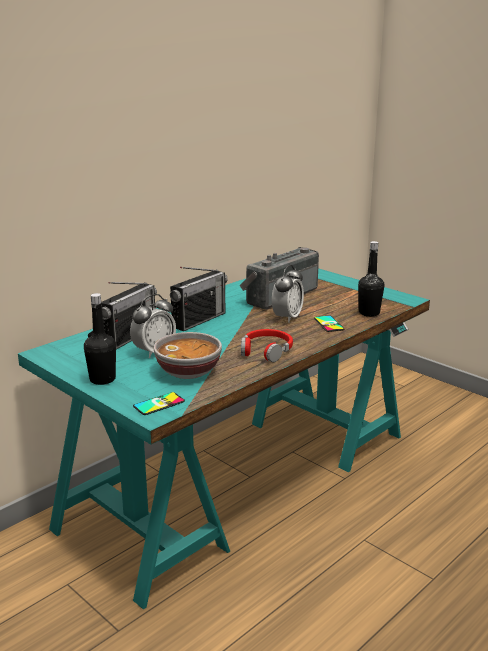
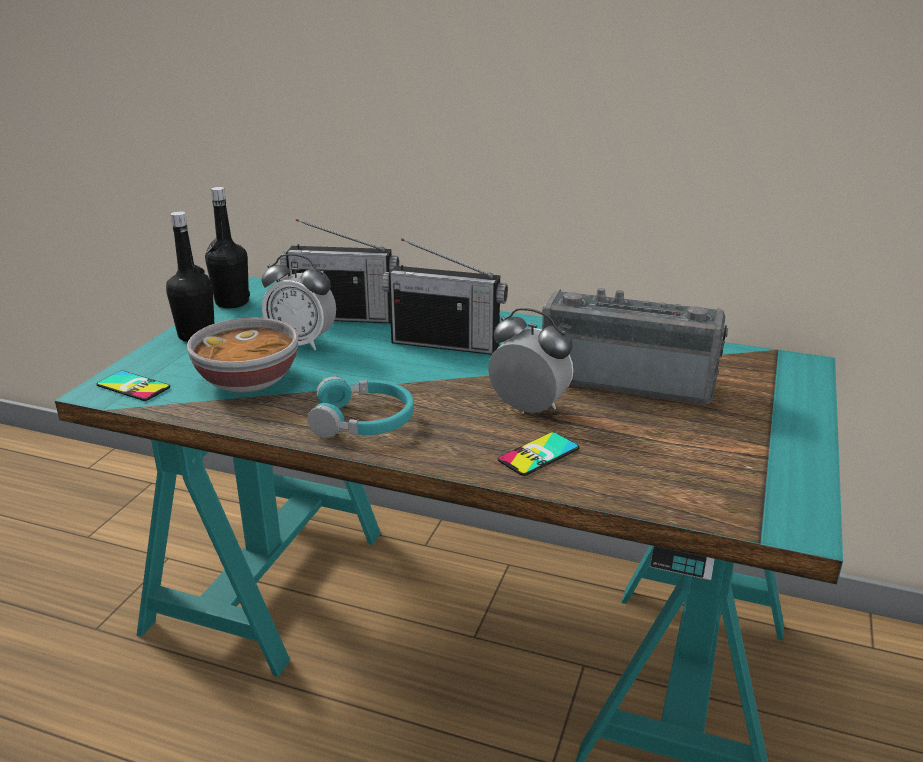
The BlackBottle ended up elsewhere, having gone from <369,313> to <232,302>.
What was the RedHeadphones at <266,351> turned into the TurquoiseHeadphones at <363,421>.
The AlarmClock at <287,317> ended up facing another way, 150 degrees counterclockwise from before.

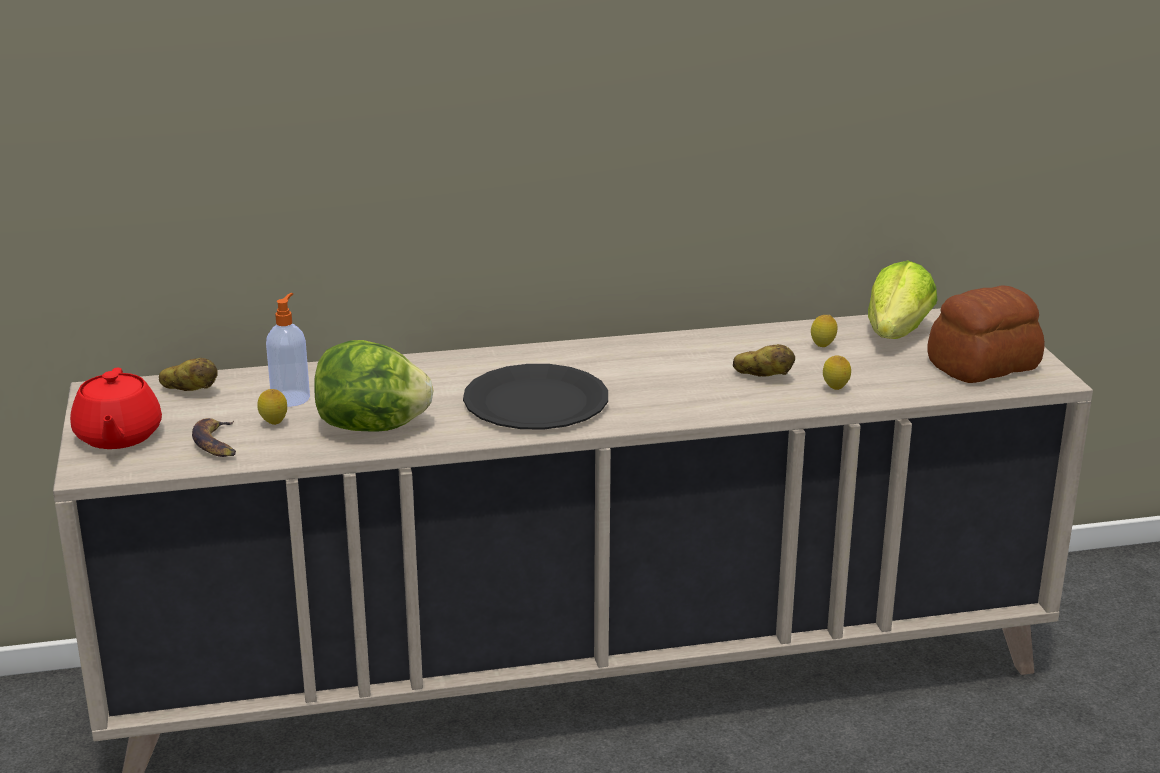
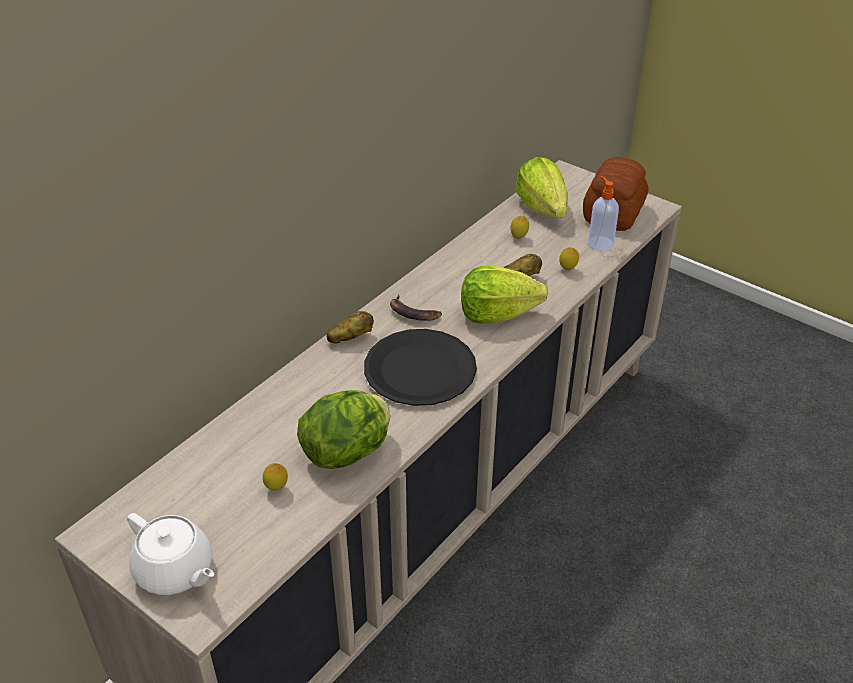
The second view gained the Lettuce at <497,314>.
The Potato ended up elsewhere, having gone from <190,391> to <350,338>.
The Banana ended up elsewhere, having gone from <217,443> to <414,313>.
The SoapDispenser ended up elsewhere, having gone from <291,398> to <600,243>.
What was the RedTeapot at <118,437> turned into the WhiteTeapot at <175,571>.

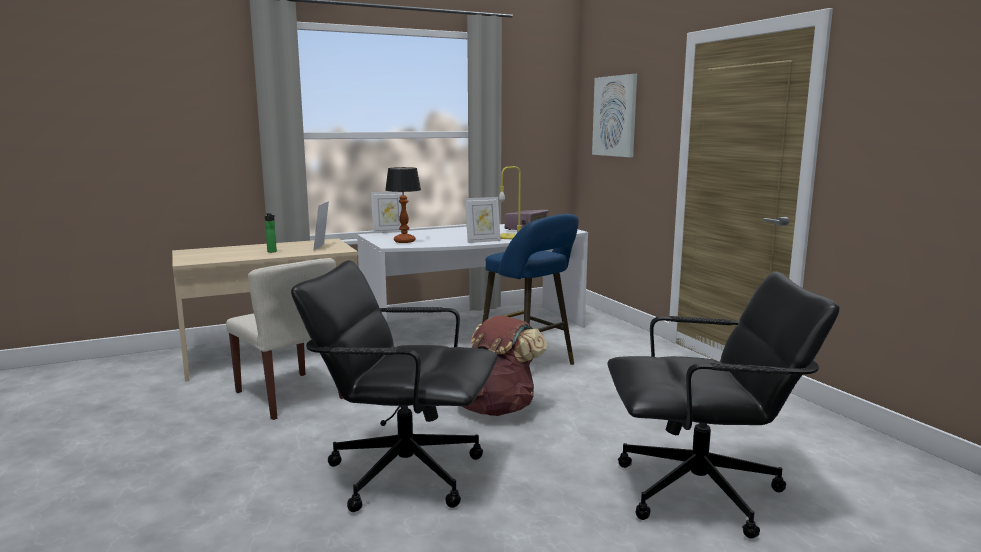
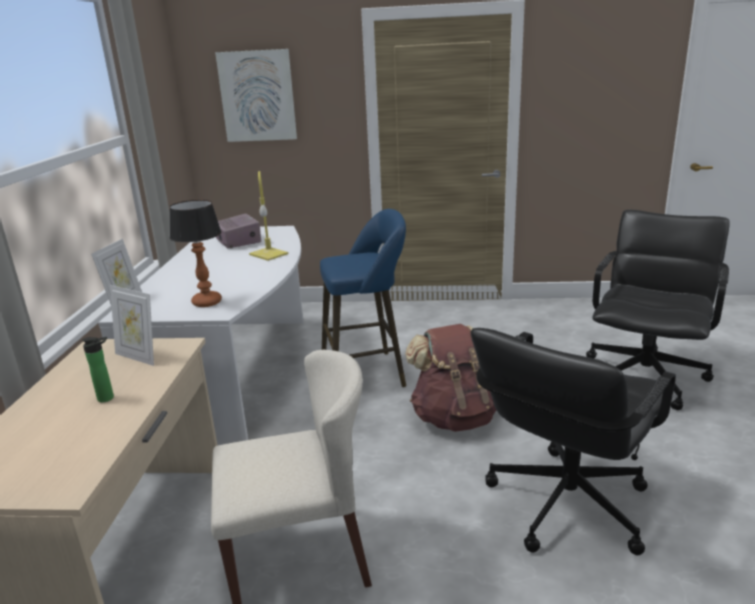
The second view lost the PictureFrame at <483,241>.

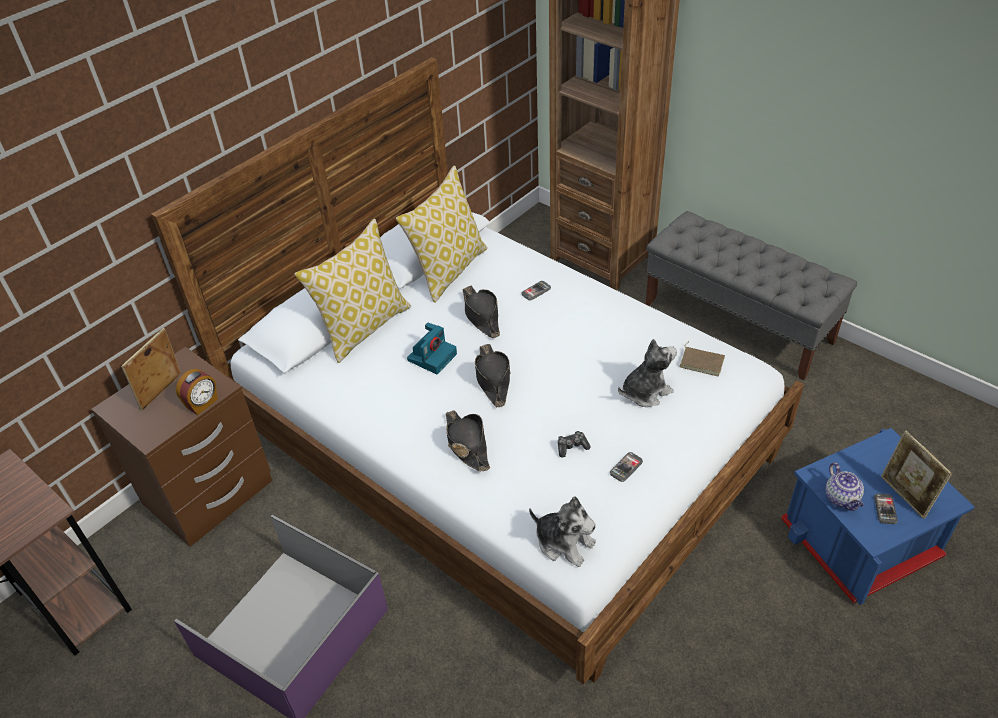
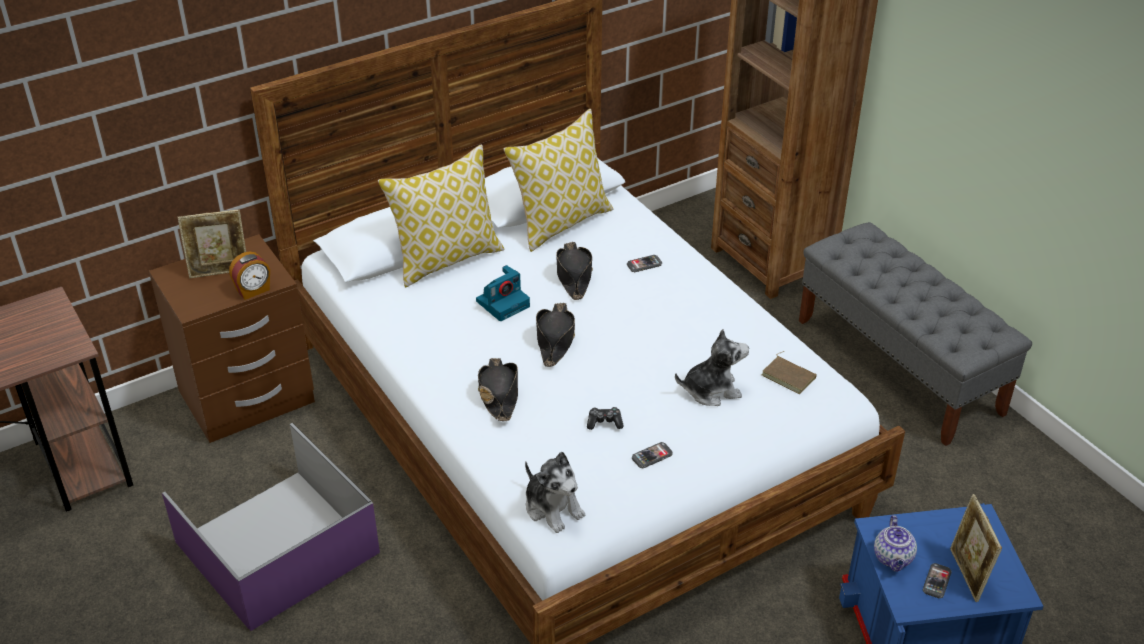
The PictureFrame at <162,393> ended up facing another way, 150 degrees counterclockwise from before.

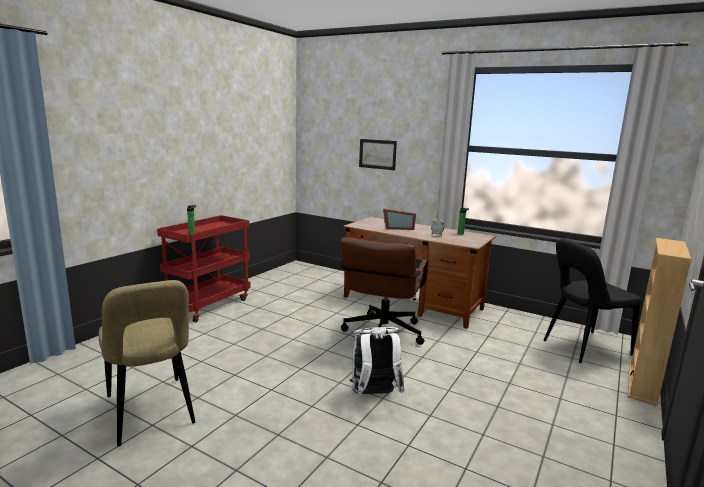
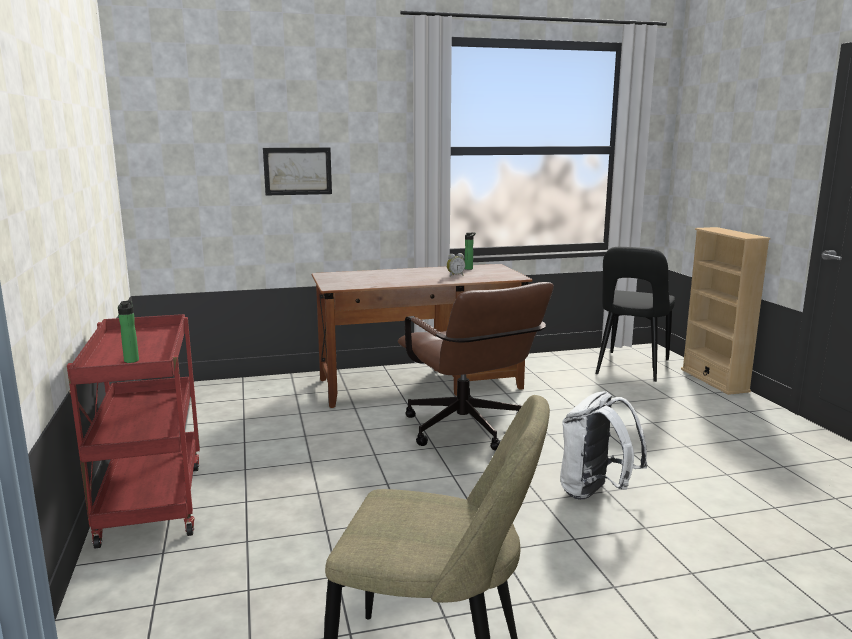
The second view lost the PictureFrame at <398,228>.

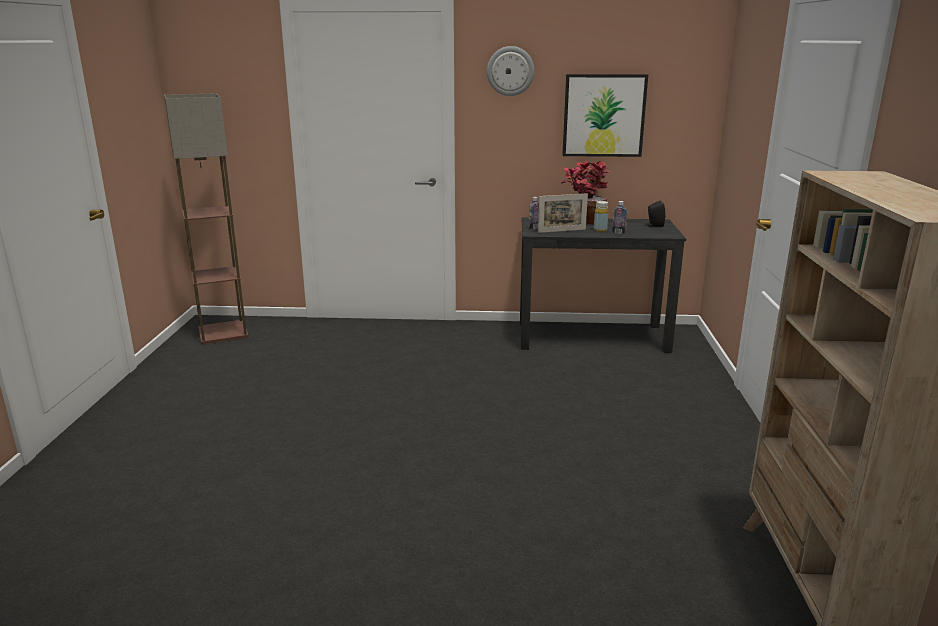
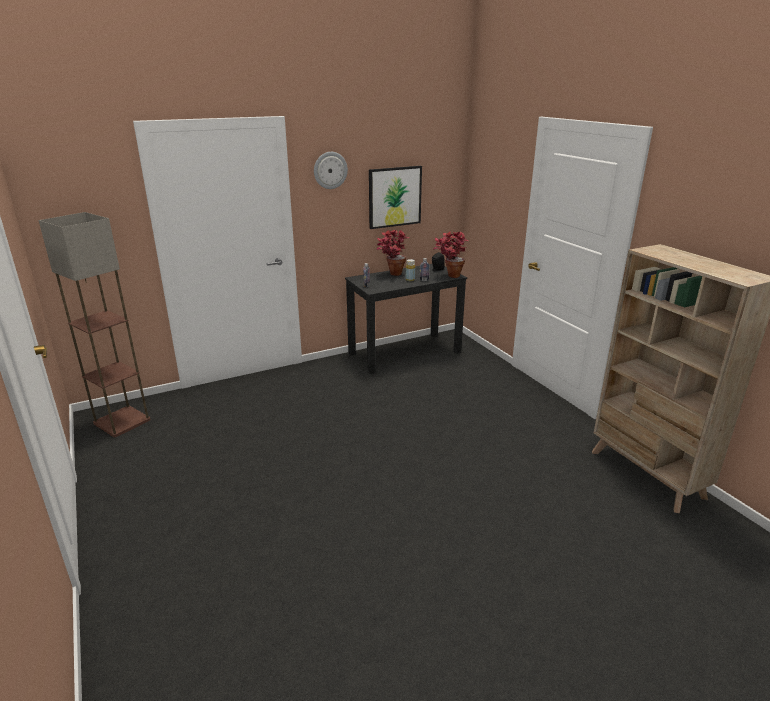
The second view lost the PictureFrame at <562,231>.
The second view gained the PottedPlant at <449,276>.

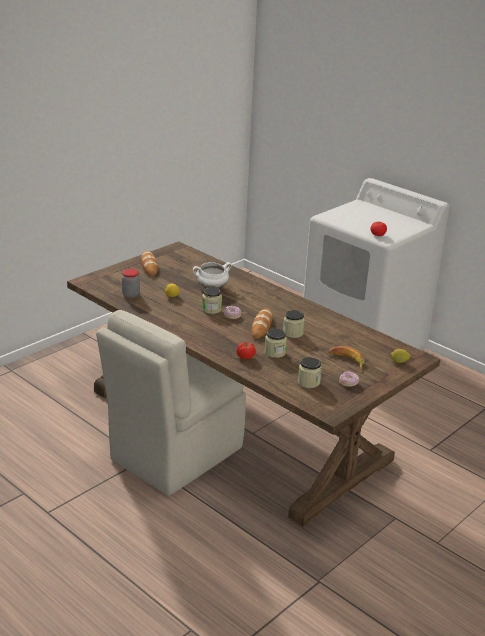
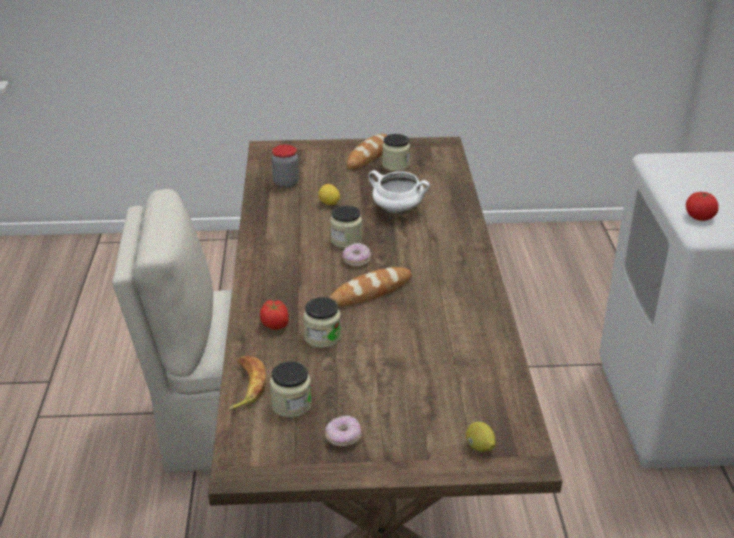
The Jar ended up elsewhere, having gone from <293,333> to <395,165>.
The Banana ended up elsewhere, having gone from <347,360> to <245,386>.

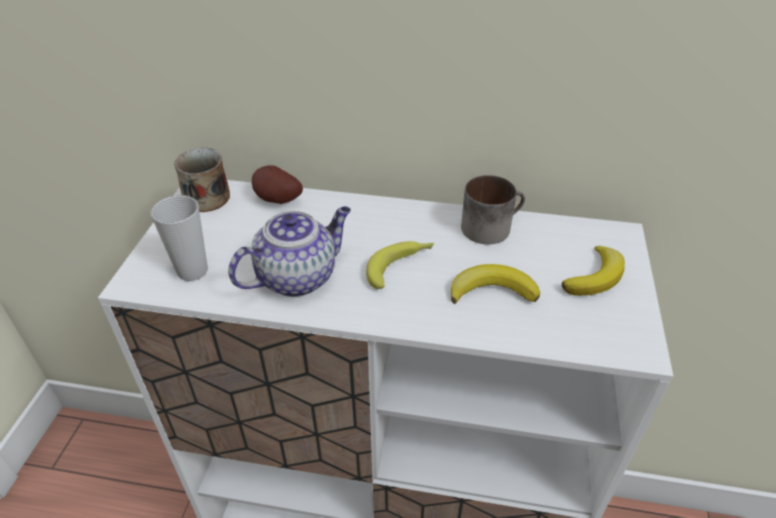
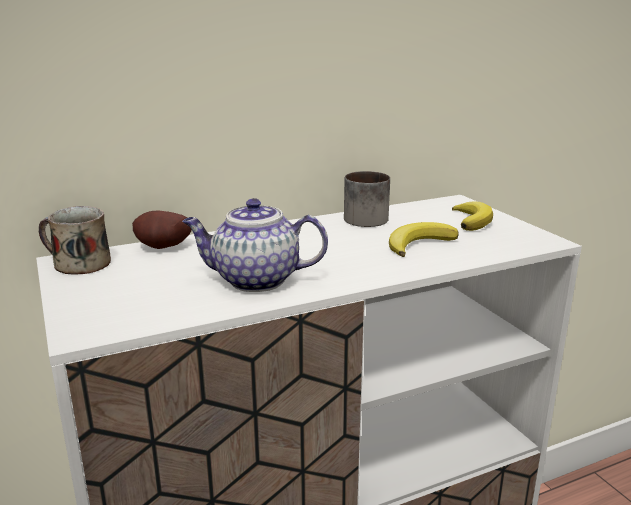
The second view lost the Cup at <192,271>.
The second view lost the Banana at <400,267>.
The Teapot at <298,276> ended up facing another way, 105 degrees counterclockwise from before.

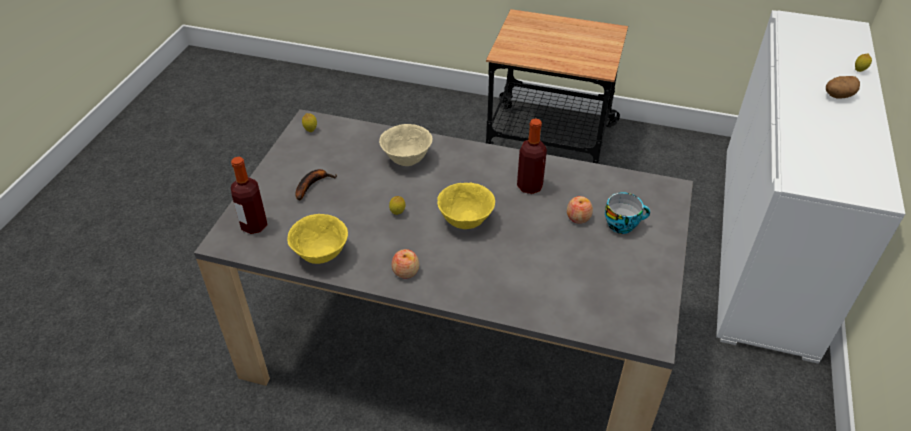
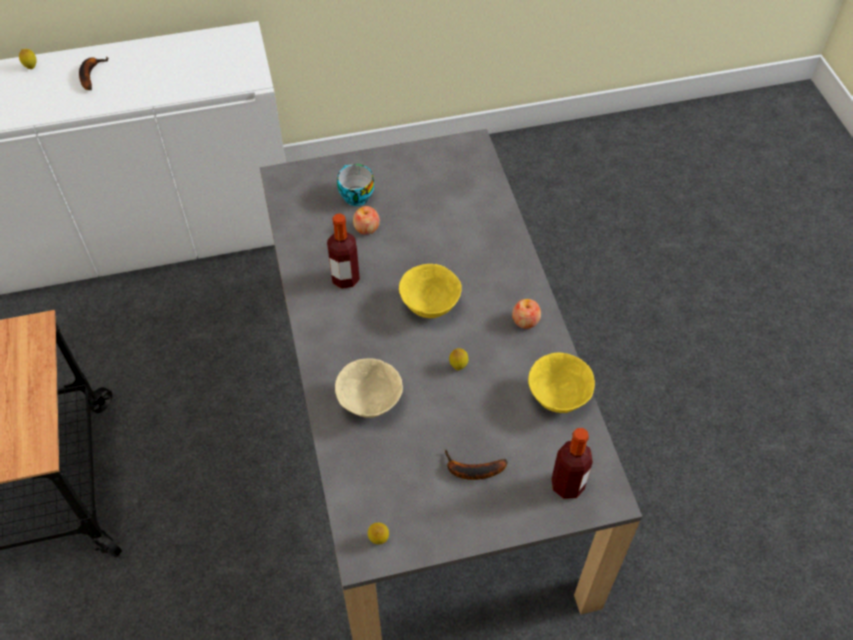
Where the Potato stood at <838,96>, the Banana came to stand at <90,75>.

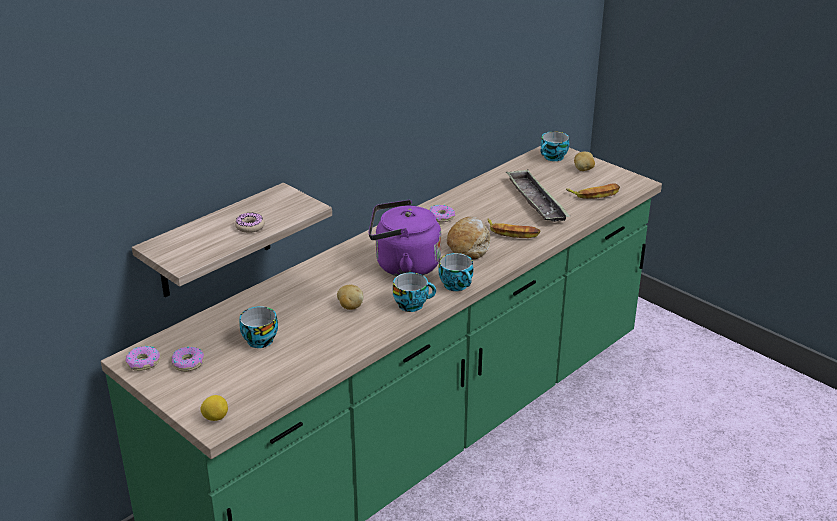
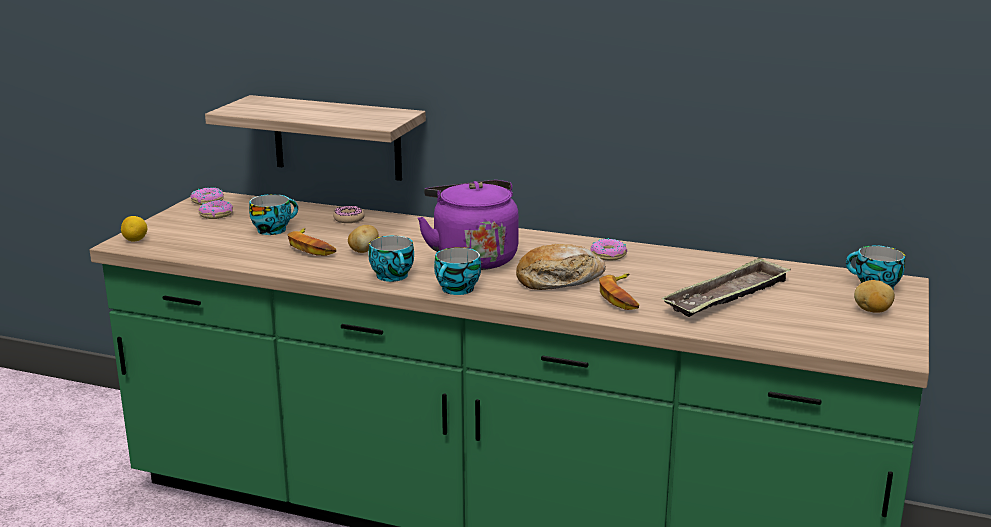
The Donut ended up elsewhere, having gone from <250,226> to <349,219>.
The Banana ended up elsewhere, having gone from <595,194> to <311,247>.

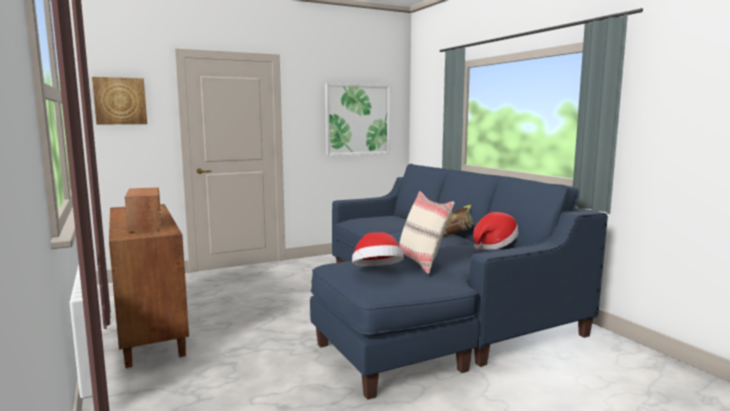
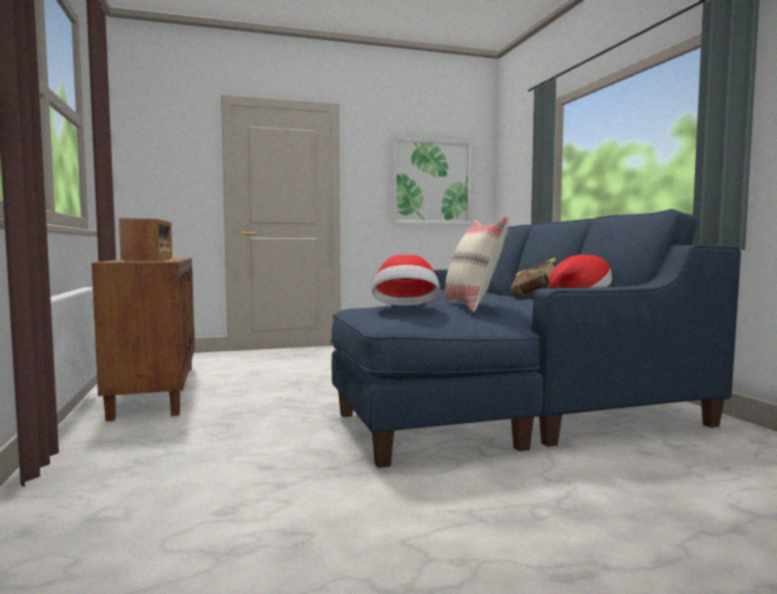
The second view lost the Picture at <120,101>.

